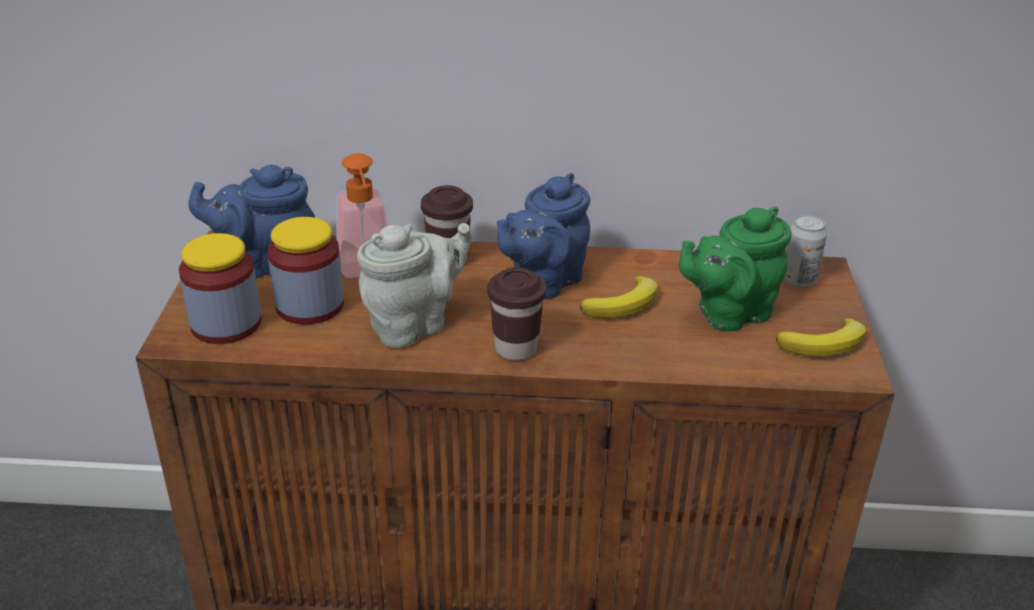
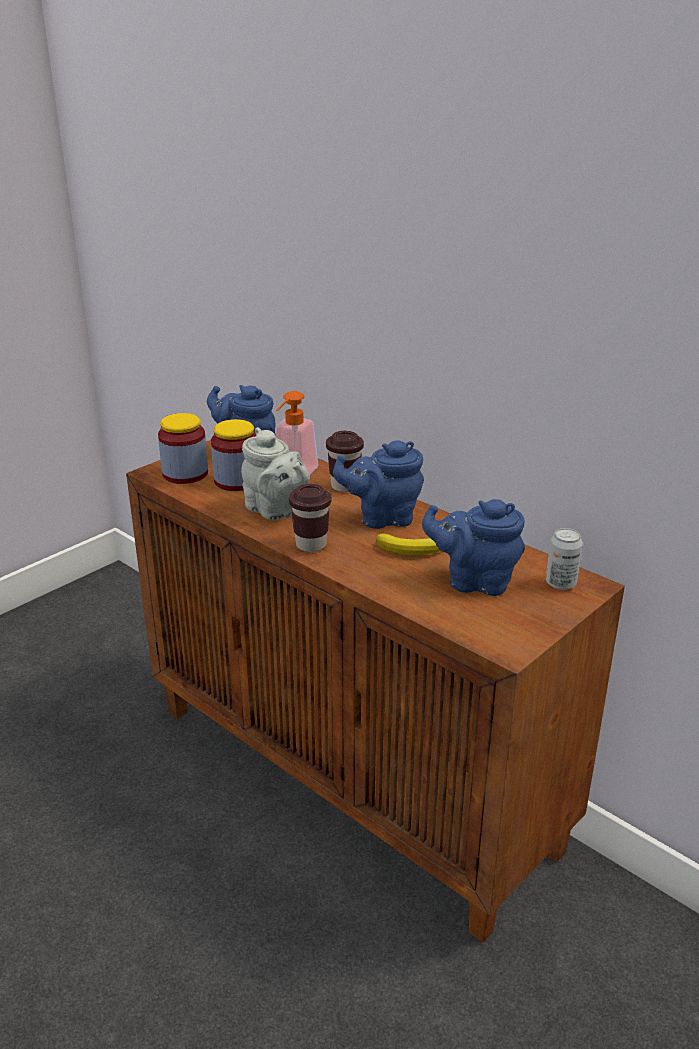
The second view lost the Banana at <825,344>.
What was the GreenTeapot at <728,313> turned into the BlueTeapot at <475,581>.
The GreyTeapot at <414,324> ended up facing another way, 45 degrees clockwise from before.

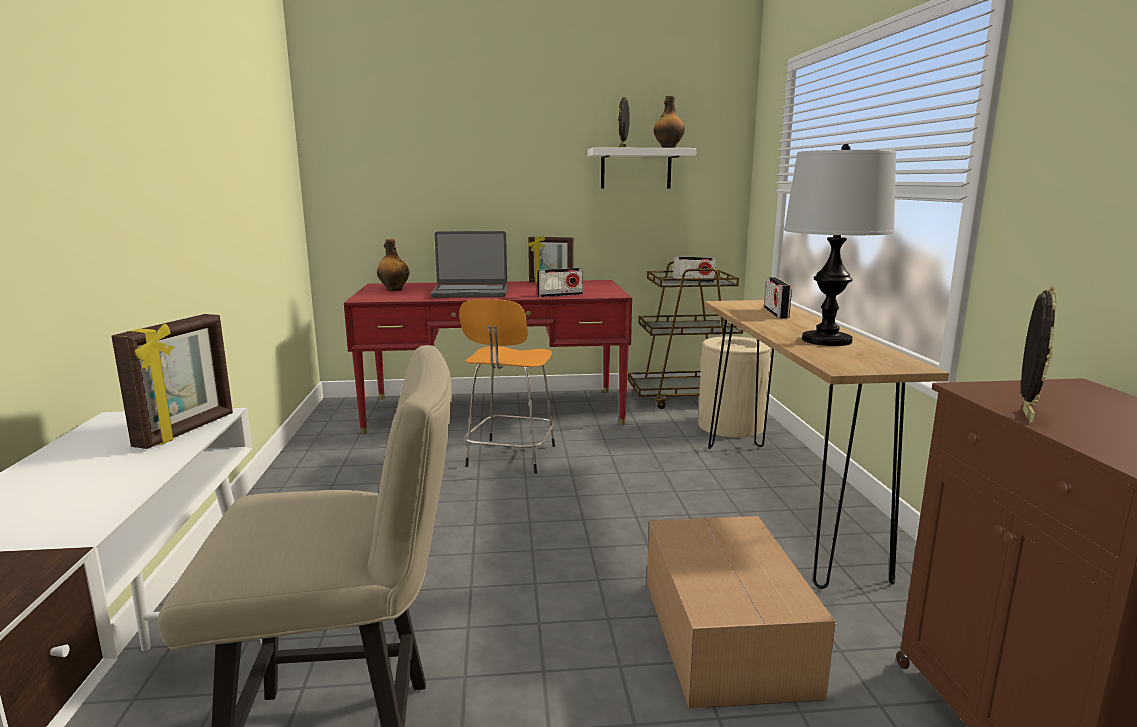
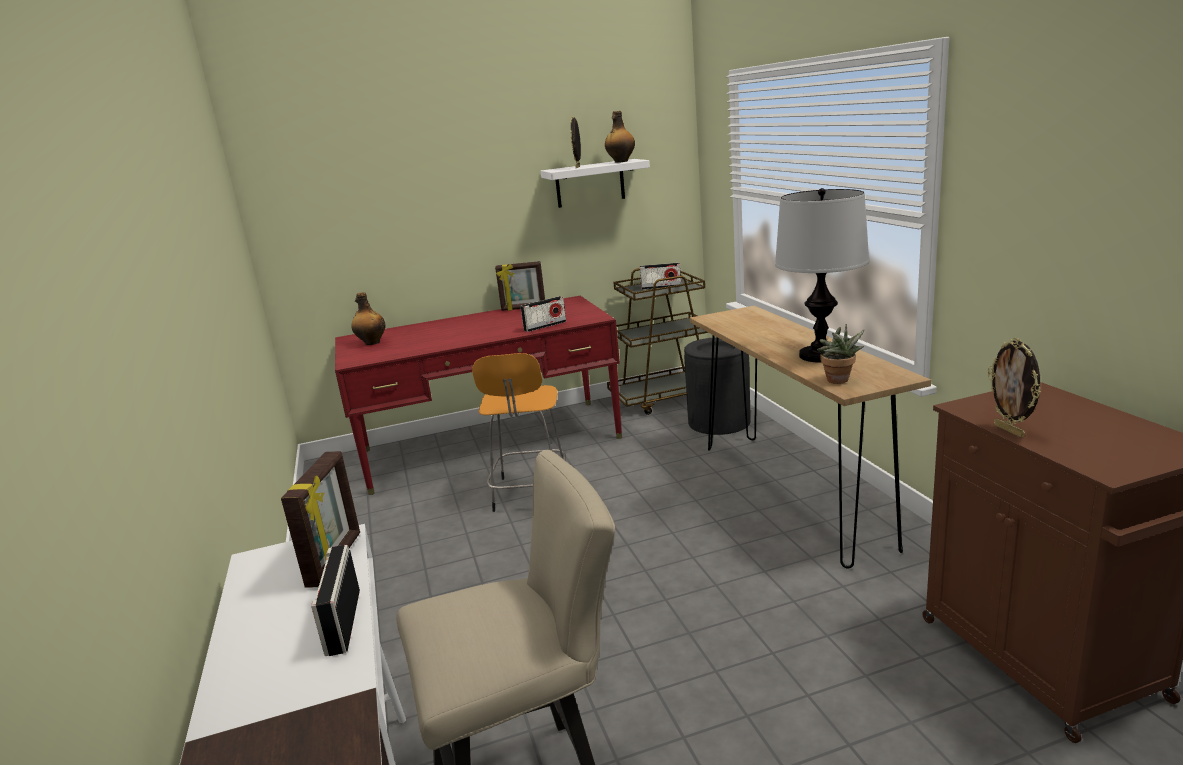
The second view lost the Laptop at <470,292>.
The second view lost the CardboardBox at <725,633>.
The second view gained the PottedPlant at <838,381>.
The Radio ended up elsewhere, having gone from <776,313> to <343,622>.
What was the BeigeTrashCan at <731,426> turned into the BlackTrashCan at <719,422>.
The PictureFrame at <1025,415> ended up facing another way, 150 degrees clockwise from before.

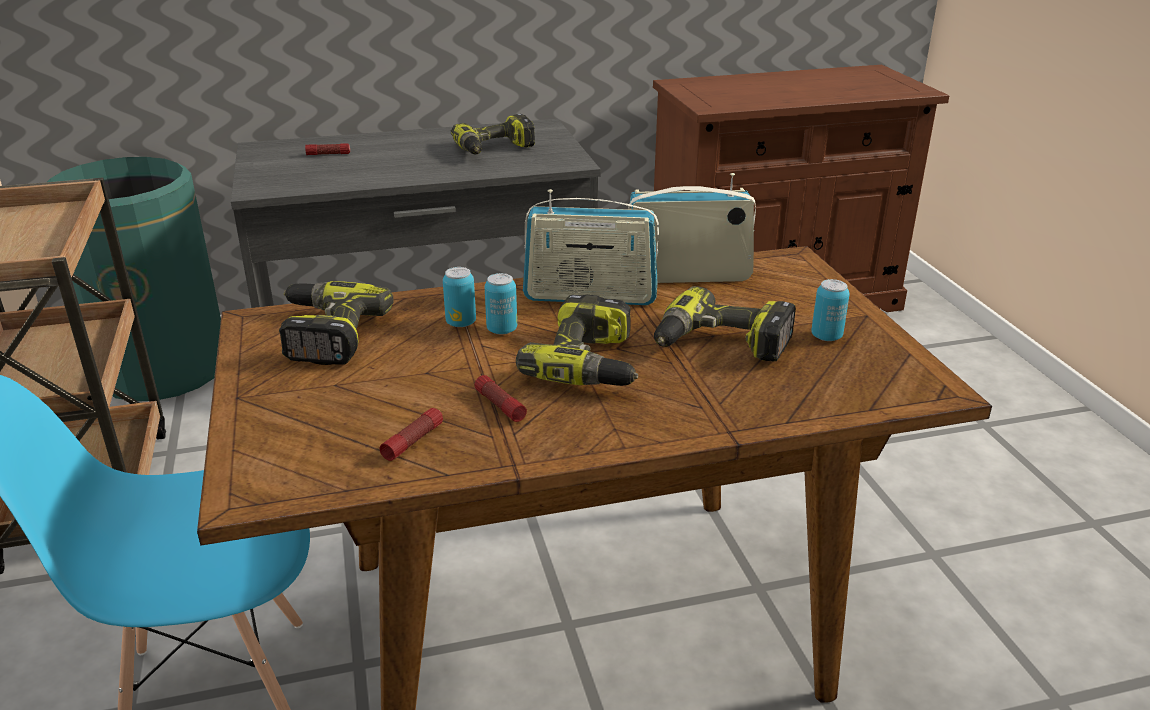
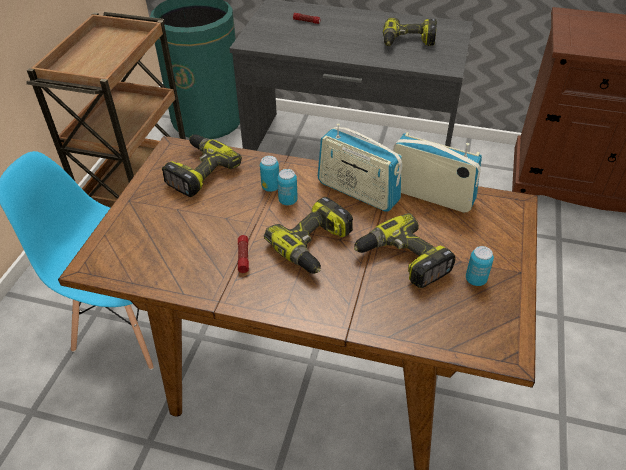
The second view lost the Flashlight at <413,441>.

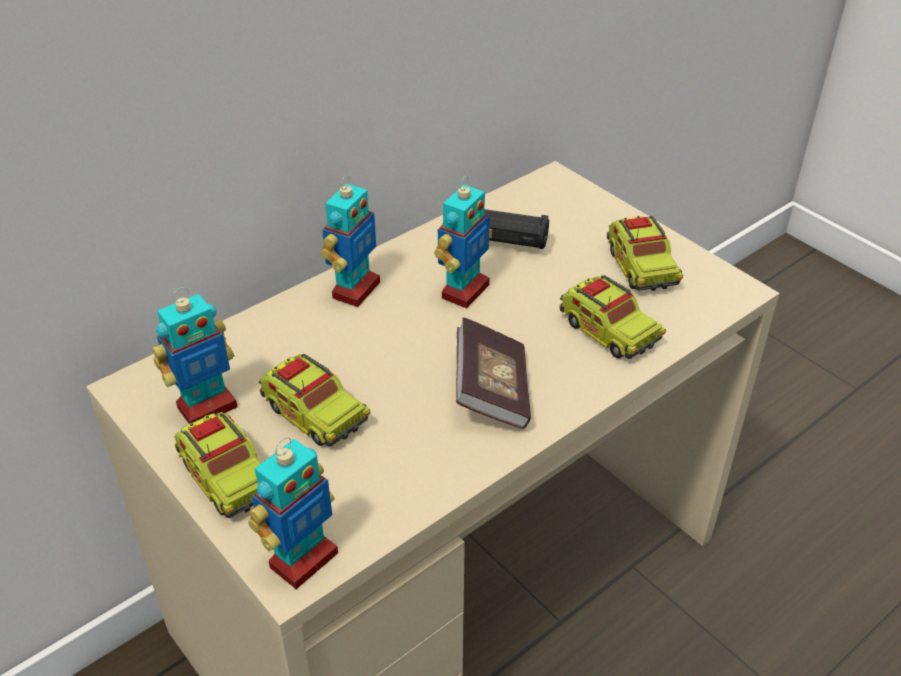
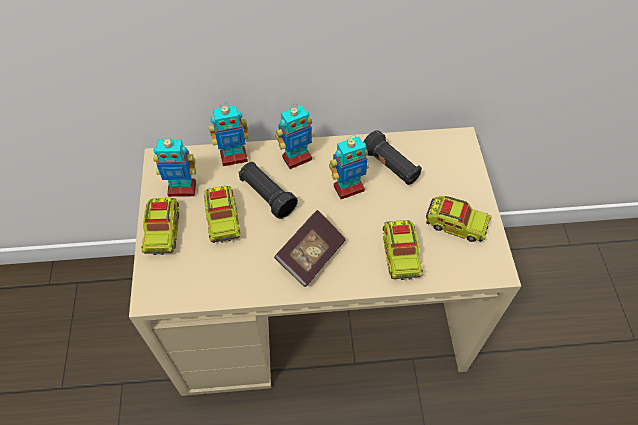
The second view gained the BlackFlashlight at <267,196>.
The ToyRobot ended up elsewhere, having gone from <302,559> to <234,157>.
The ToyTruck at <640,267> ended up facing another way, 90 degrees counterclockwise from before.

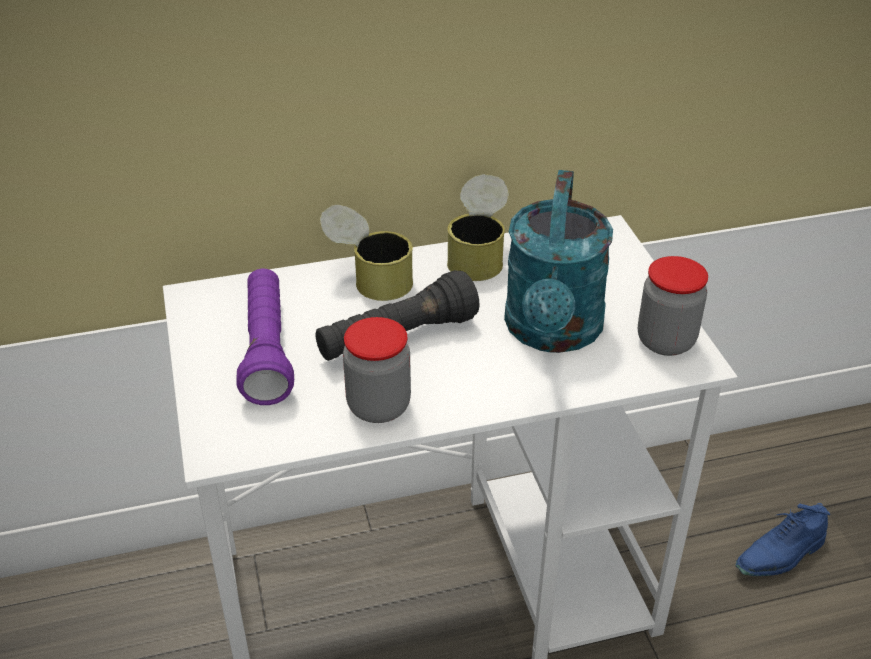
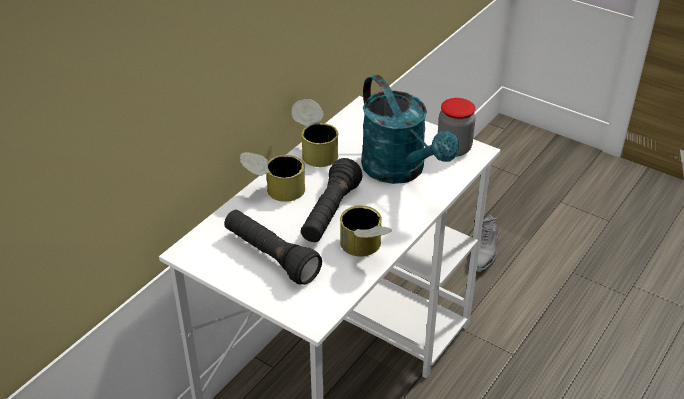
Where the Jar stood at <378,406>, the Can came to stand at <364,251>.
What was the PurpleFlashlight at <267,351> turned into the BlackFlashlight at <270,256>.
What was the BlueShoe at <780,555> turned into the GreyShoe at <484,254>.

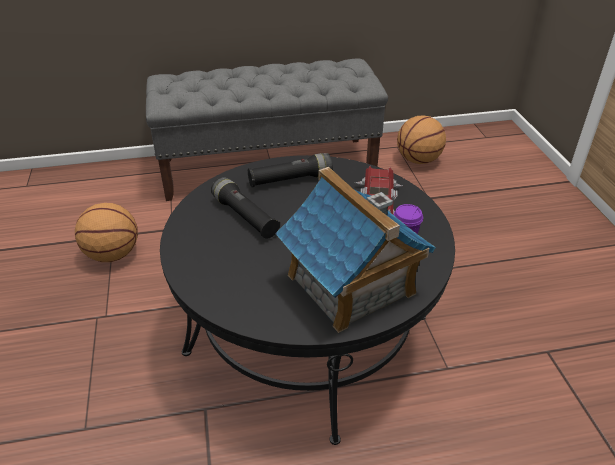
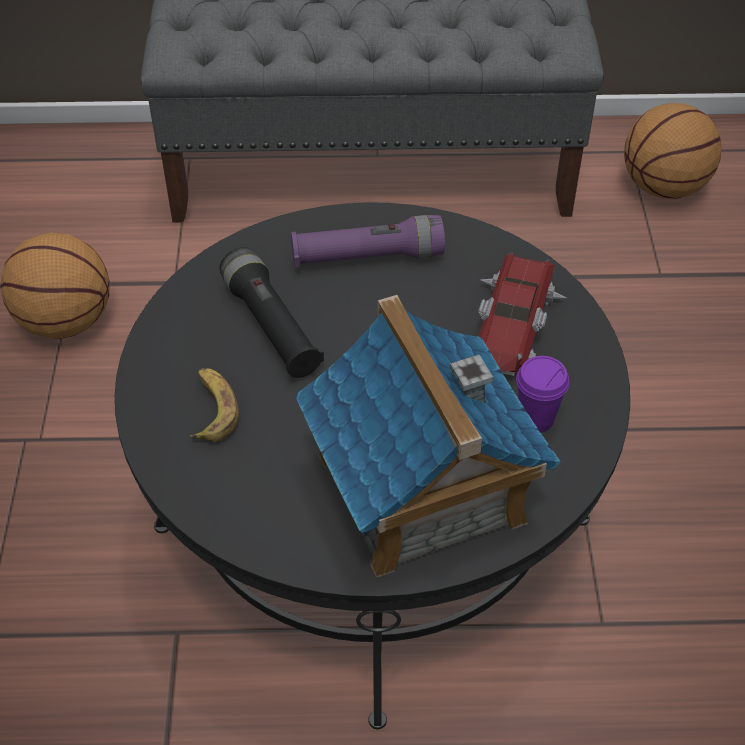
The second view gained the Banana at <212,409>.
What was the BlackFlashlight at <290,180> turned into the PurpleFlashlight at <367,257>.

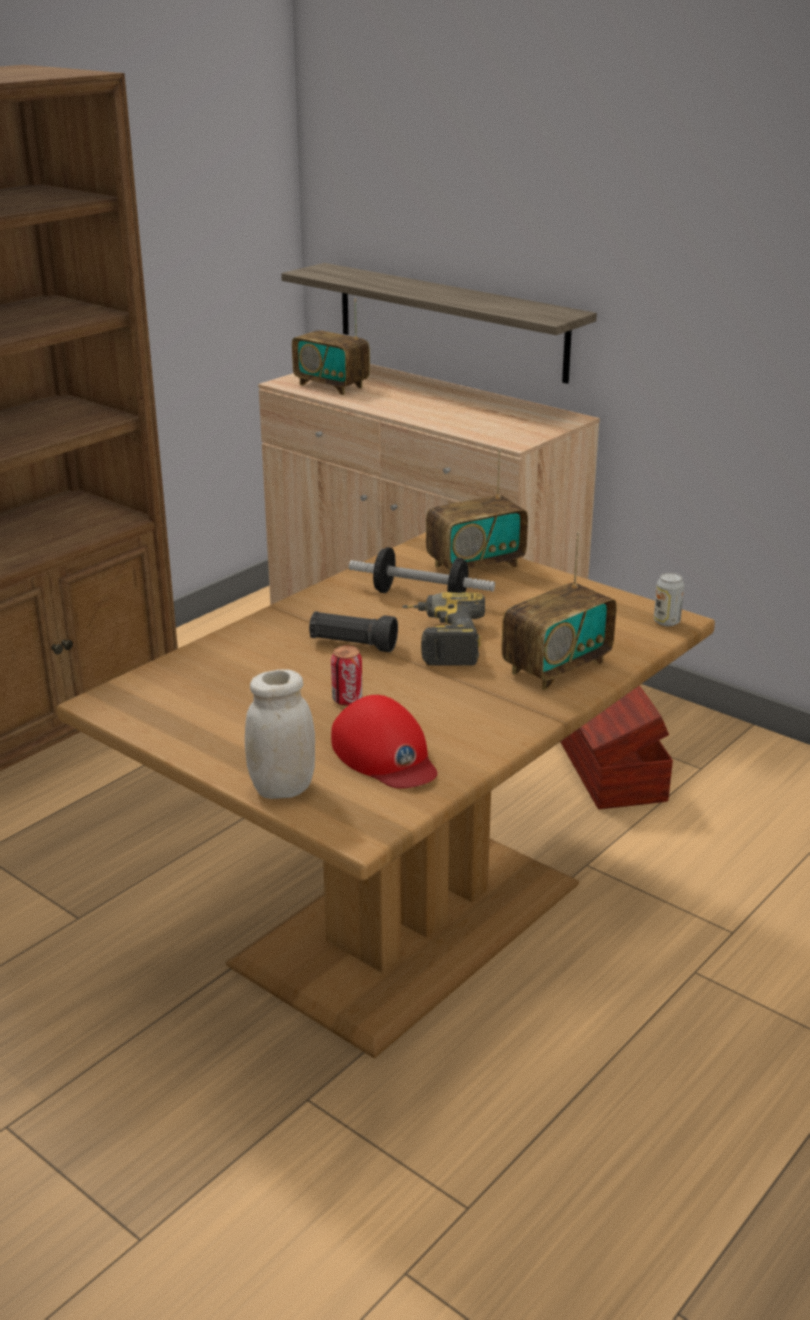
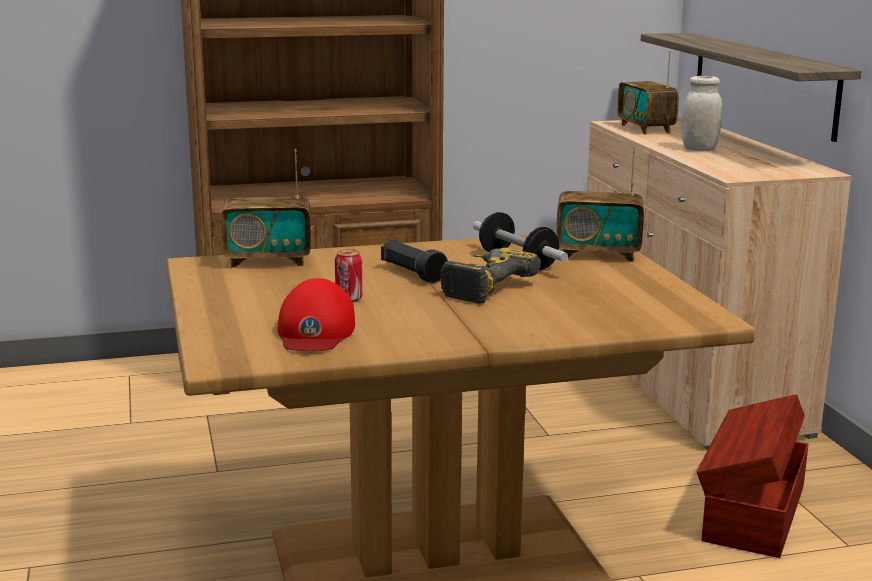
The second view lost the Can at <666,622>.
The WhiteJar ended up elsewhere, having gone from <282,789> to <699,149>.
The Radio ended up elsewhere, having gone from <556,667> to <268,261>.

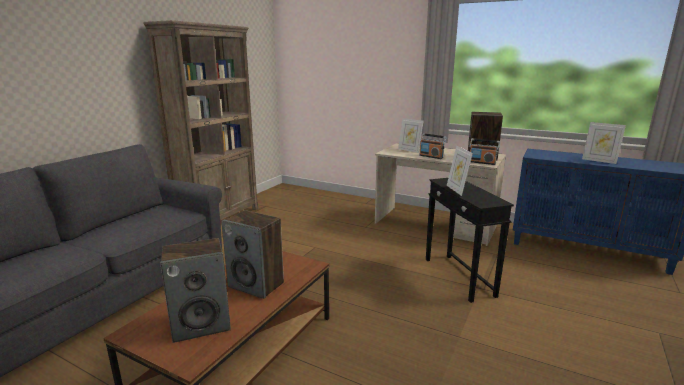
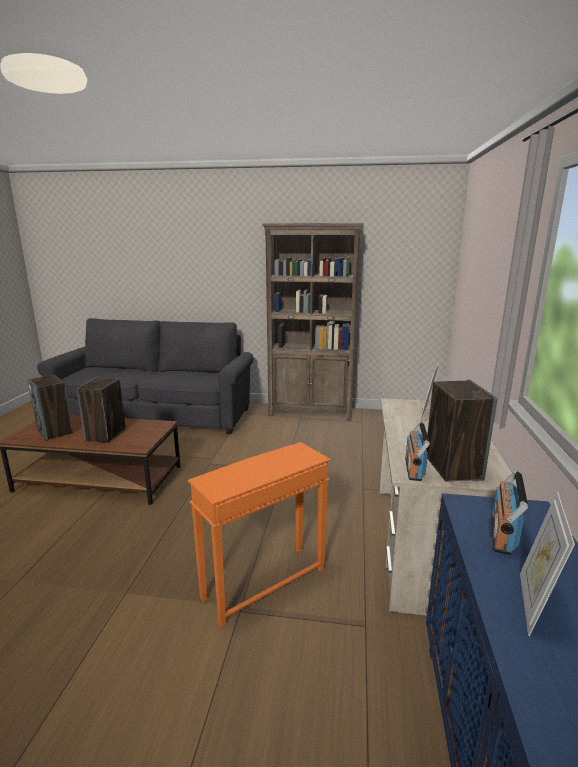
The second view lost the PictureFrame at <457,190>.
The Radio ended up elsewhere, having gone from <431,156> to <502,534>.
What was the BlackSideTable at <458,277> turned into the OrangeSideTable at <263,583>.

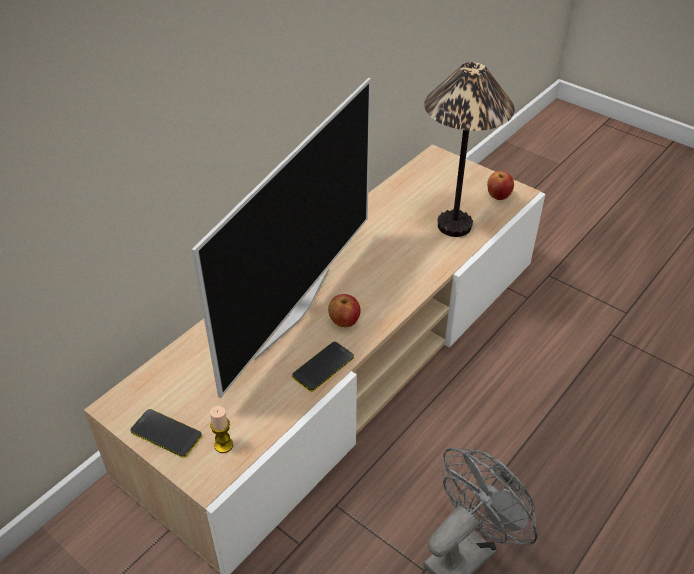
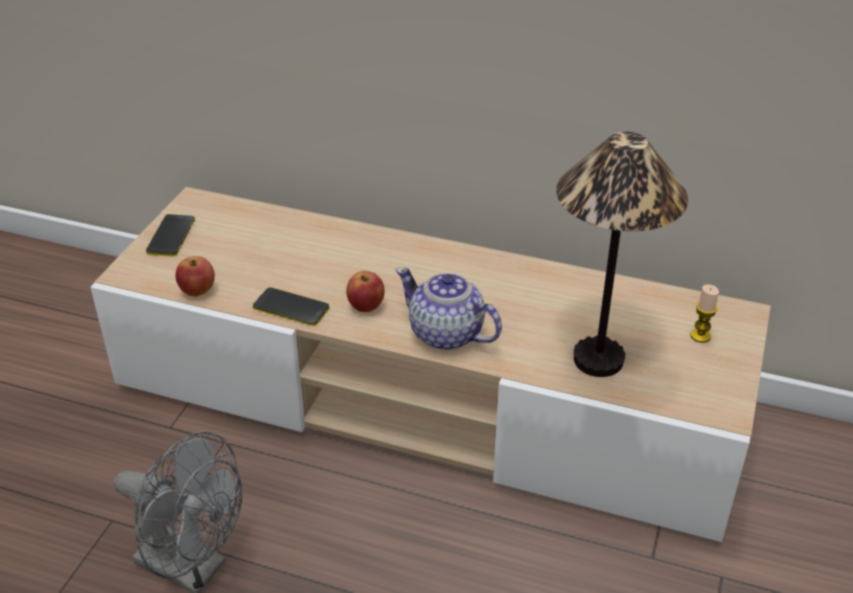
The second view lost the Television at <291,311>.
The second view gained the Teapot at <446,334>.
The Candle ended up elsewhere, having gone from <223,445> to <700,336>.
The Apple ended up elsewhere, having gone from <498,196> to <197,291>.

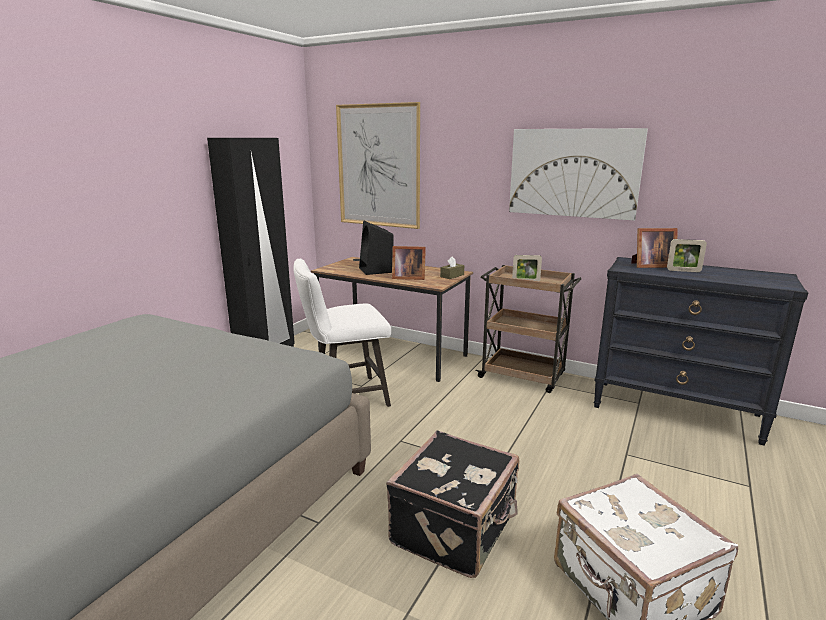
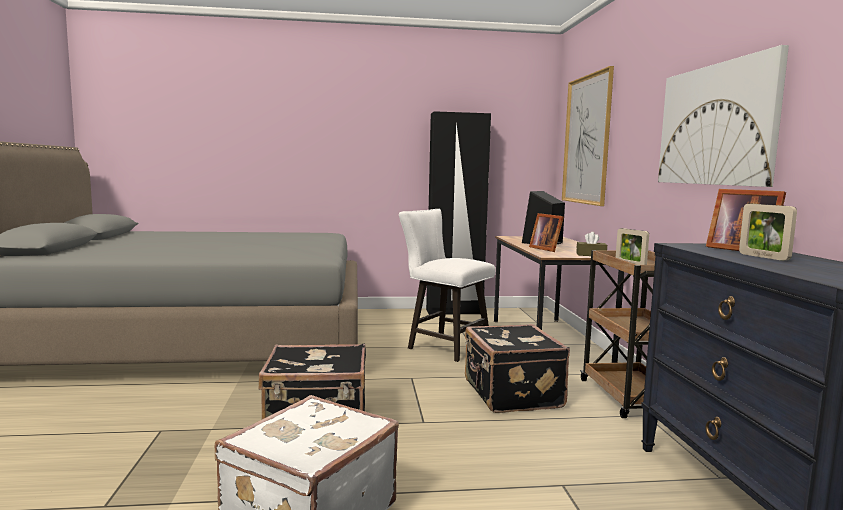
The second view gained the BlackSuitcase at <510,394>.

